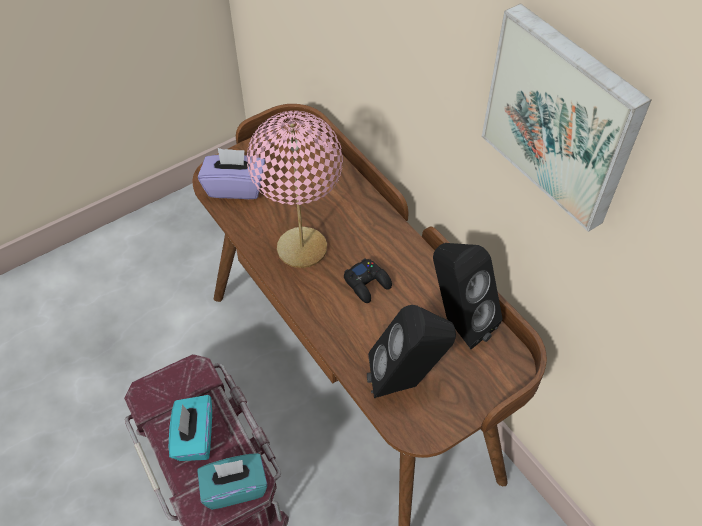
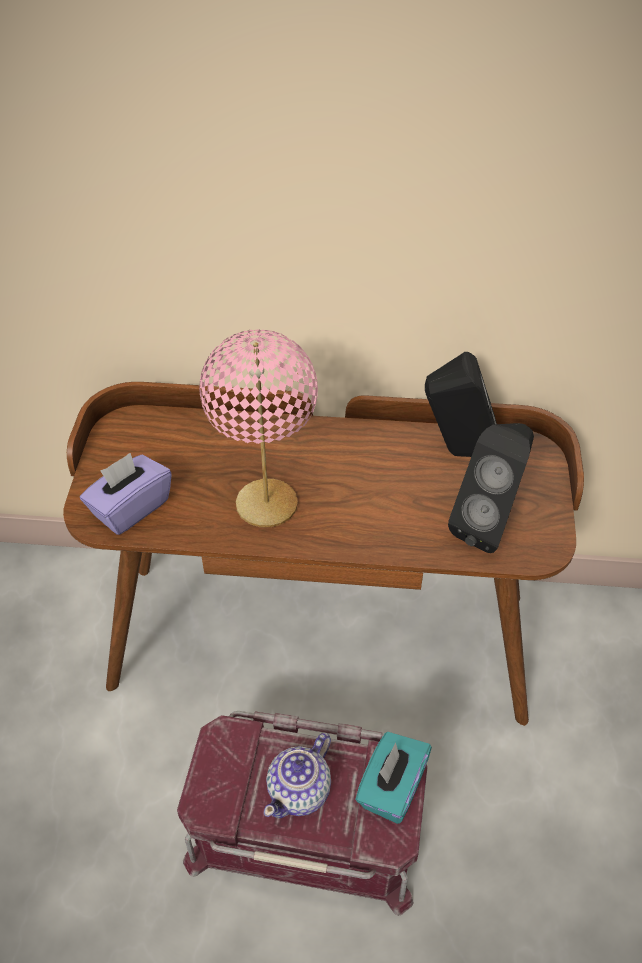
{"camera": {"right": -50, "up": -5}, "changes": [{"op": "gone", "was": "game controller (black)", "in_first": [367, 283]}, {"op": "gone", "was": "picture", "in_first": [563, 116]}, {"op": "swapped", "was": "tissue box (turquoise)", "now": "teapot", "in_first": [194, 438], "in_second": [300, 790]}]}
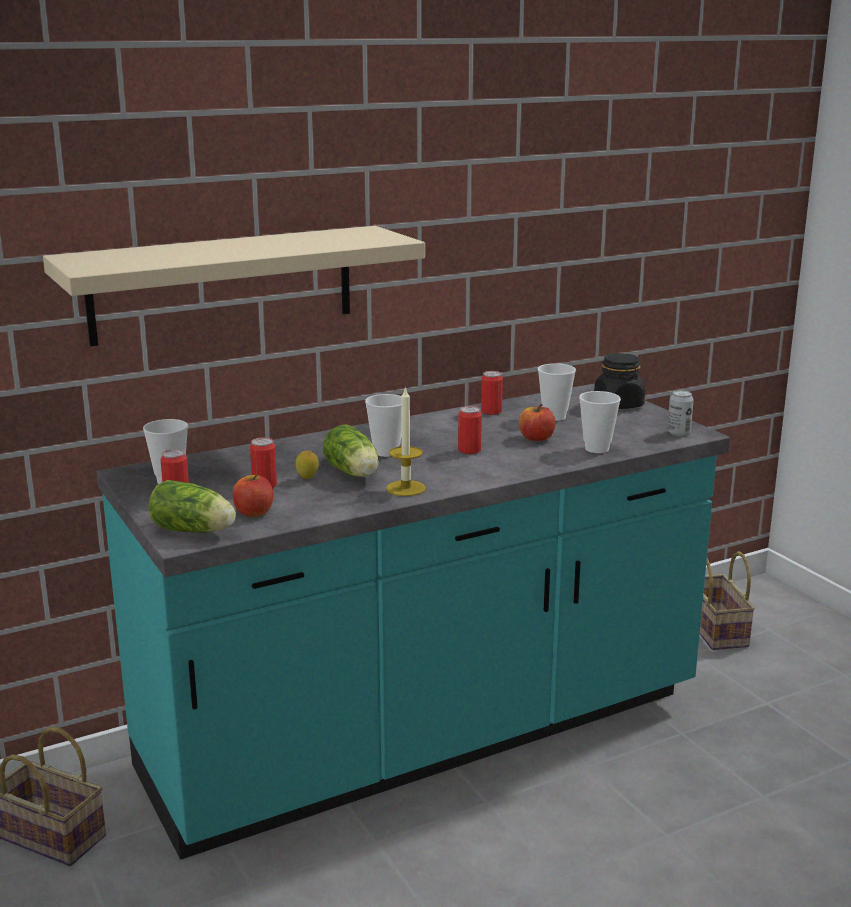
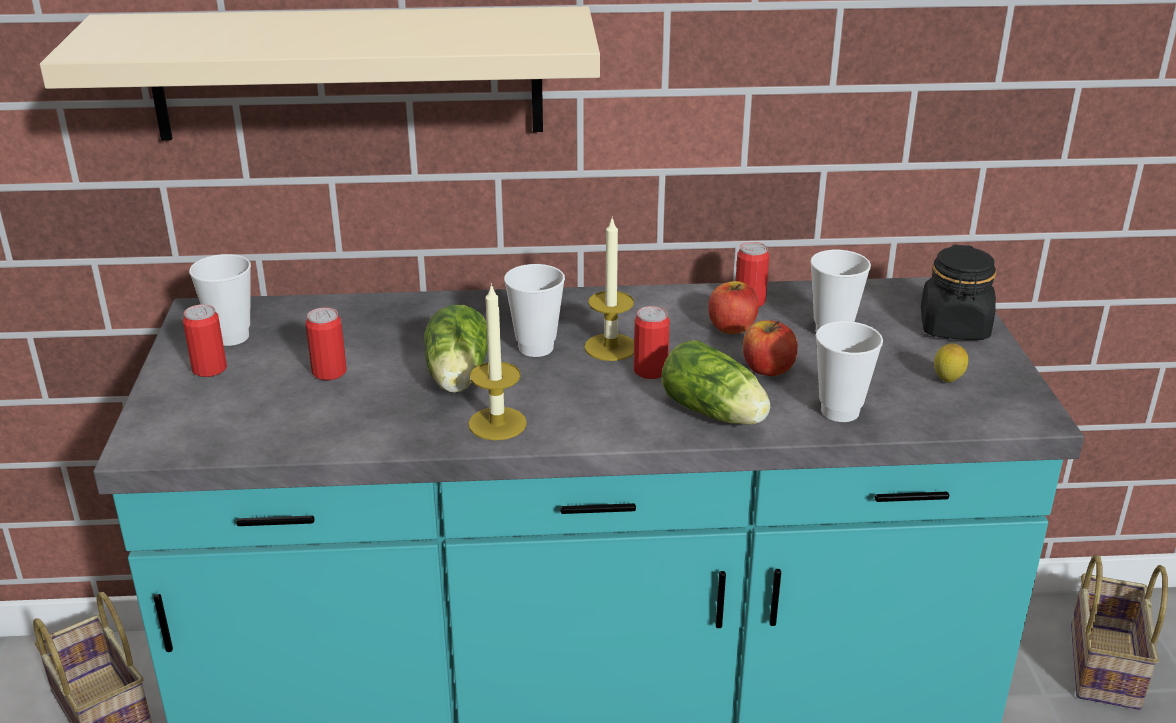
{"camera": {"right": 25, "up": 10}, "changes": [{"op": "gone", "was": "can", "in_first": [678, 433]}, {"op": "new", "now": "candle", "in_second": [610, 347]}, {"op": "shifted", "was": "lettuce", "in_first": [195, 531], "in_second": [716, 414]}, {"op": "shifted", "was": "apple", "in_first": [254, 512], "in_second": [731, 327]}, {"op": "shifted", "was": "lemon", "in_first": [307, 479], "in_second": [947, 382]}]}
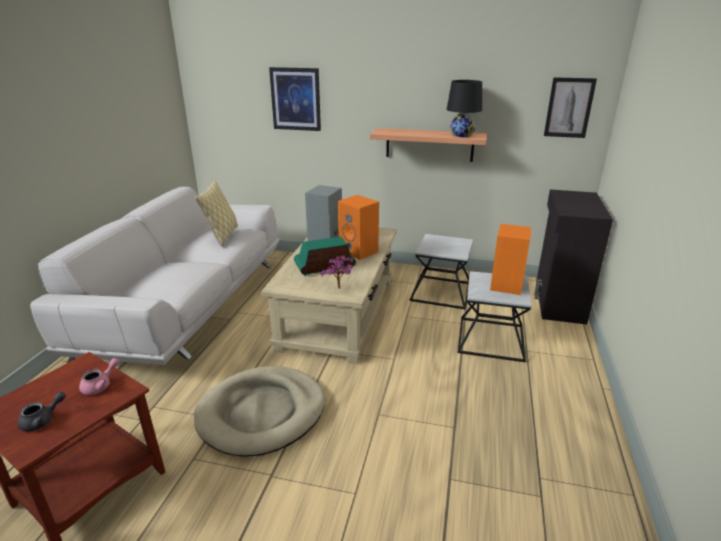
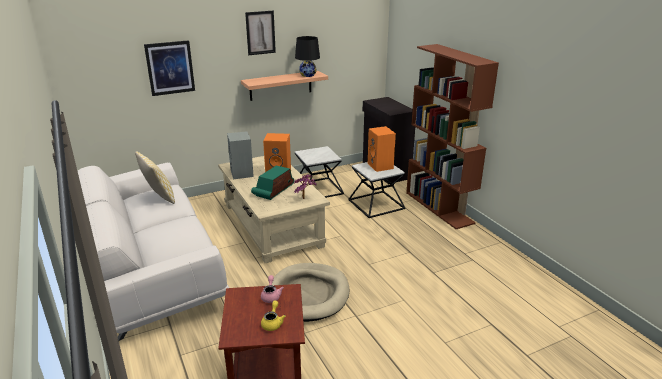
{"camera": {"right": -40, "up": 0}, "changes": [{"op": "new", "now": "bookcase (brown)", "in_second": [439, 207]}, {"op": "shifted", "was": "picture", "in_first": [569, 108], "in_second": [260, 33]}, {"op": "repainted", "was": "teapot (grey)", "now": "teapot (yellow)", "in_first": [43, 420], "in_second": [273, 323]}]}
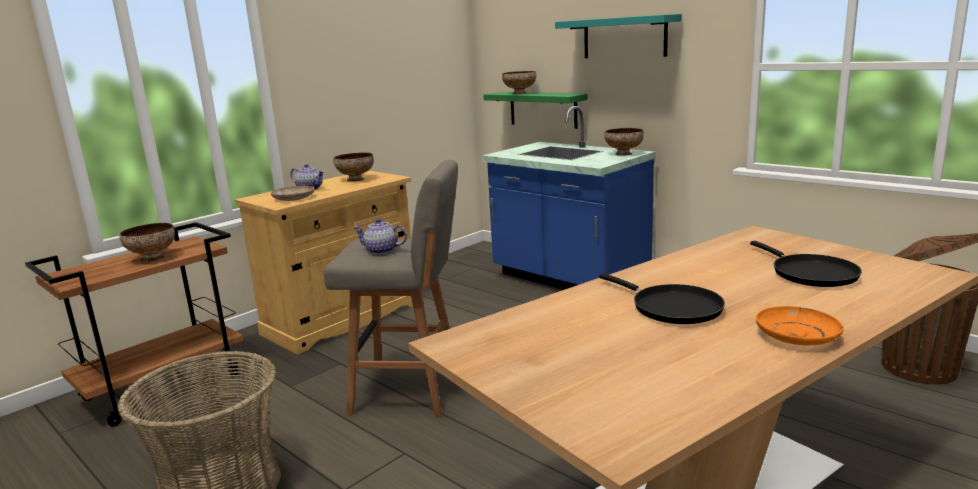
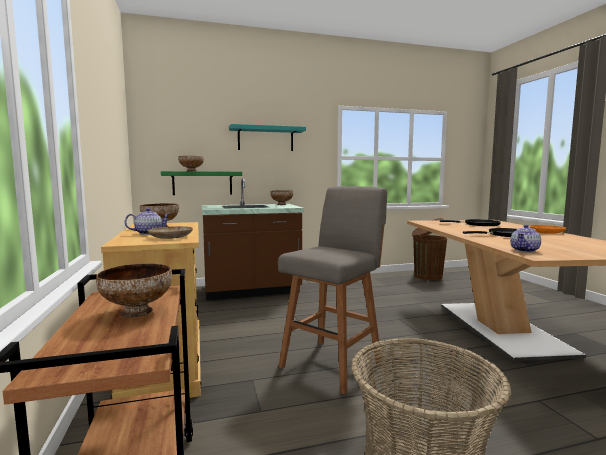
{"camera": {"right": -60, "up": -10}, "changes": [{"op": "shifted", "was": "teapot", "in_first": [381, 250], "in_second": [525, 250]}, {"op": "repainted", "was": "counter (blue)", "now": "counter (brown)", "in_first": [569, 279], "in_second": [252, 291]}]}
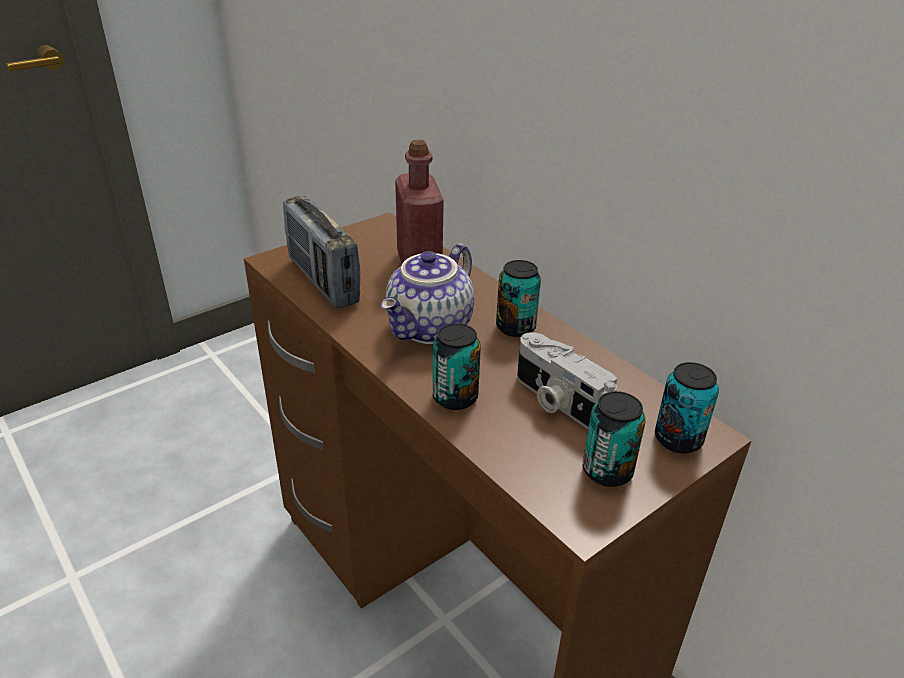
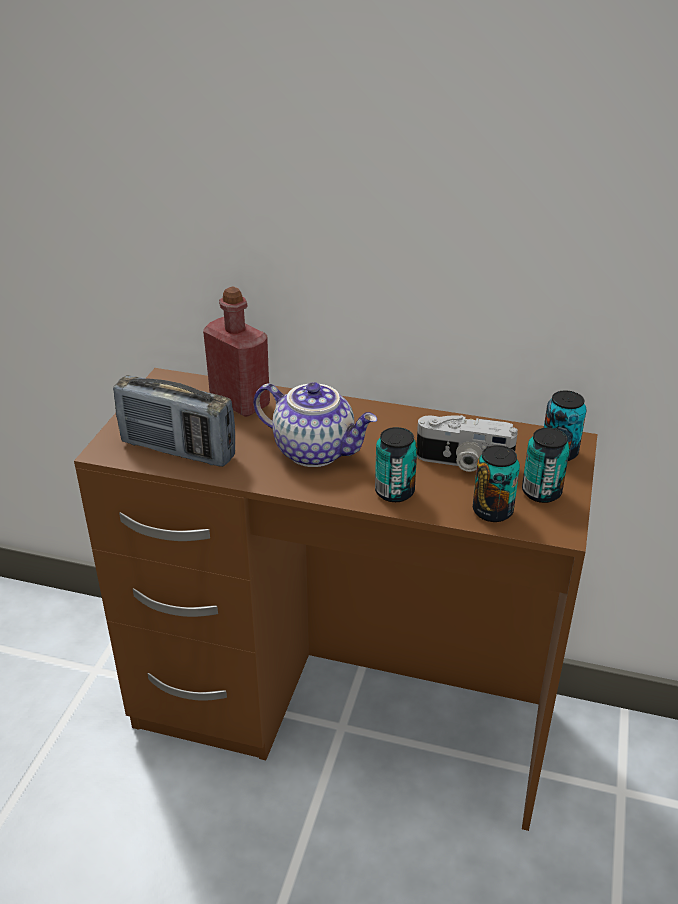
{"camera": {"right": -35, "up": 0}, "changes": [{"op": "shifted", "was": "can", "in_first": [515, 327], "in_second": [492, 511]}, {"op": "rotated", "was": "teapot", "in_first": [431, 329], "in_second": [316, 451], "clockwise": -60}]}
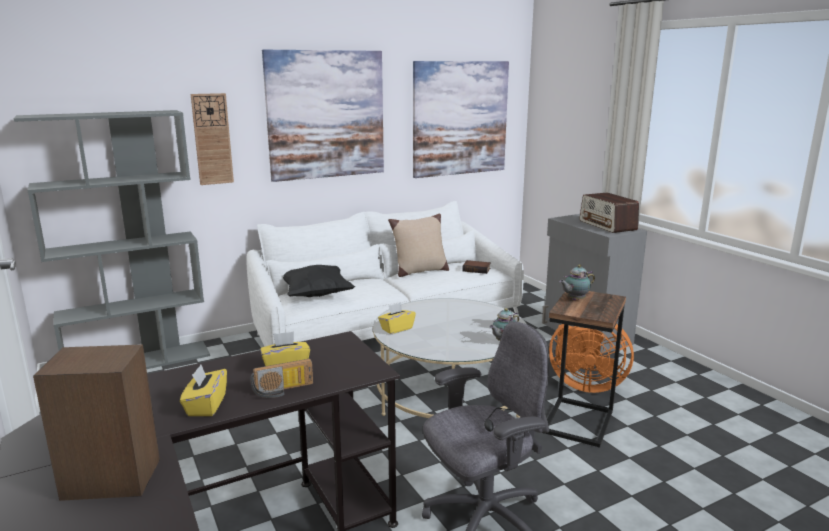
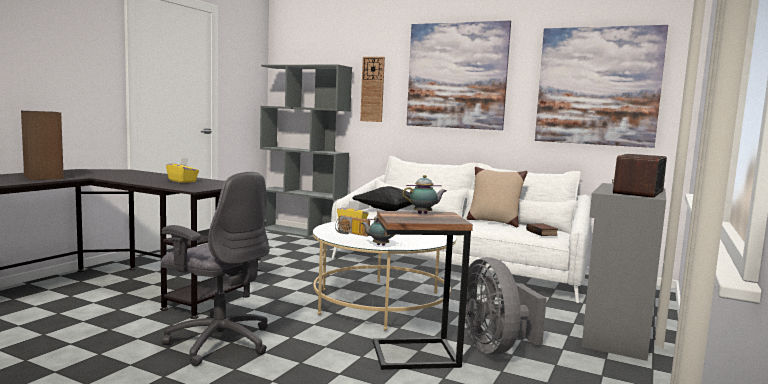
{"camera": {"right": 55, "up": -10}, "changes": [{"op": "gone", "was": "tissue box (yellow)", "in_first": [206, 405]}, {"op": "shifted", "was": "radio", "in_first": [283, 390], "in_second": [350, 233]}, {"op": "repainted", "was": "fan (orange)", "now": "fan (grey)", "in_first": [584, 384], "in_second": [495, 348]}, {"op": "rotated", "was": "teapot", "in_first": [575, 299], "in_second": [424, 214], "clockwise": 135}]}
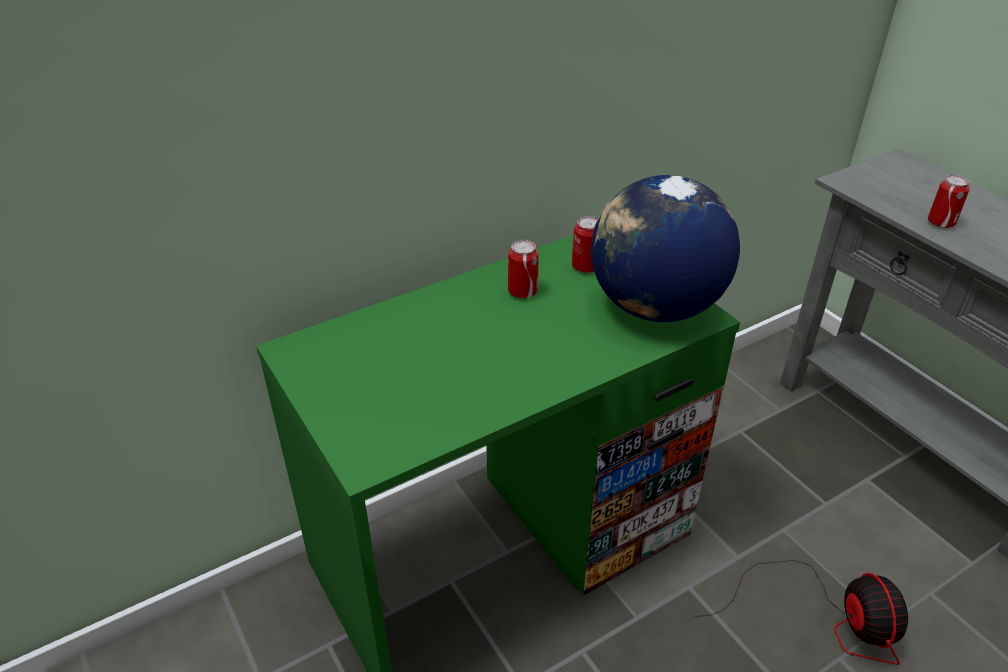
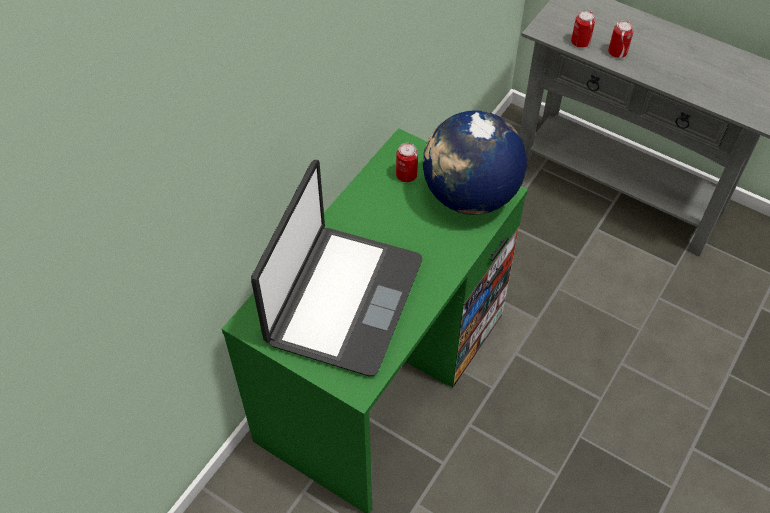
{"camera": {"right": -25, "up": 15}, "changes": [{"op": "gone", "was": "fan", "in_first": [826, 618]}, {"op": "new", "now": "laptop", "in_second": [343, 300]}, {"op": "shifted", "was": "can", "in_first": [522, 292], "in_second": [580, 42]}]}
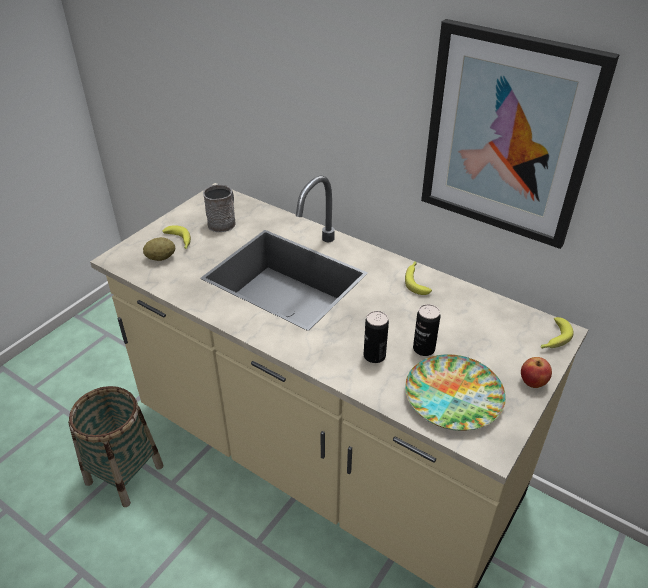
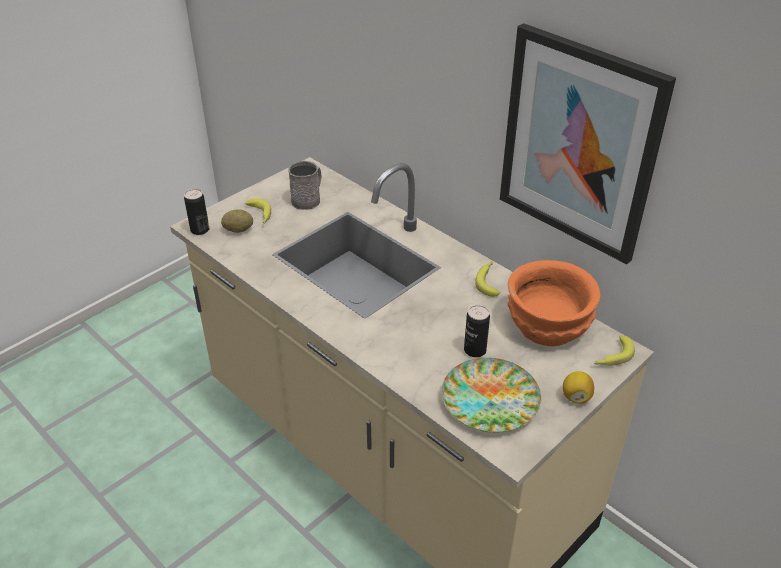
{"camera": {"right": 10, "up": 0}, "changes": [{"op": "gone", "was": "basket", "in_first": [124, 474]}, {"op": "new", "now": "bowl (orange)", "in_second": [549, 325]}, {"op": "shifted", "was": "can", "in_first": [374, 356], "in_second": [200, 230]}, {"op": "swapped", "was": "apple", "now": "lemon", "in_first": [533, 382], "in_second": [576, 397]}]}
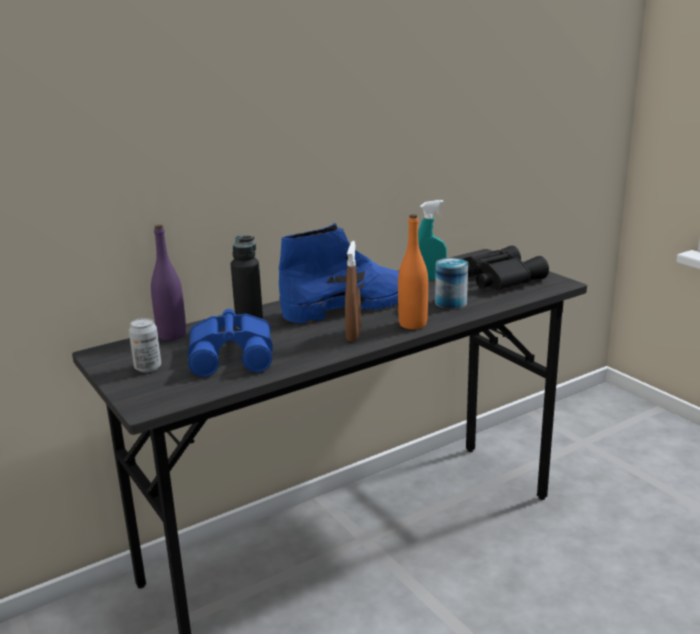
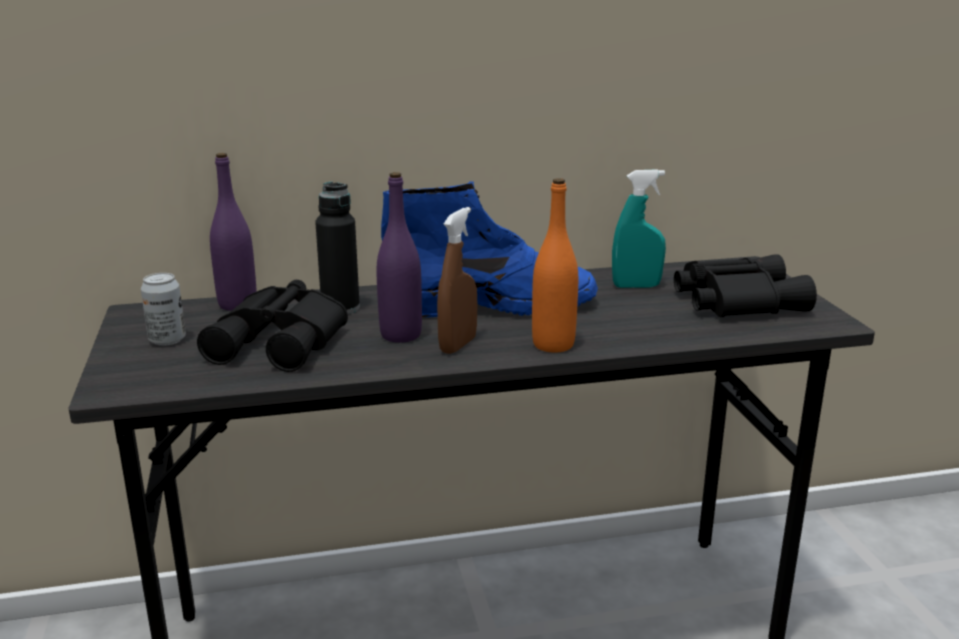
{"camera": {"right": 20, "up": 0}, "changes": [{"op": "gone", "was": "can", "in_first": [451, 303]}, {"op": "new", "now": "bottle (purple)", "in_second": [401, 335]}, {"op": "repainted", "was": "binoculars (blue)", "now": "binoculars (black)", "in_first": [233, 354], "in_second": [282, 342]}]}
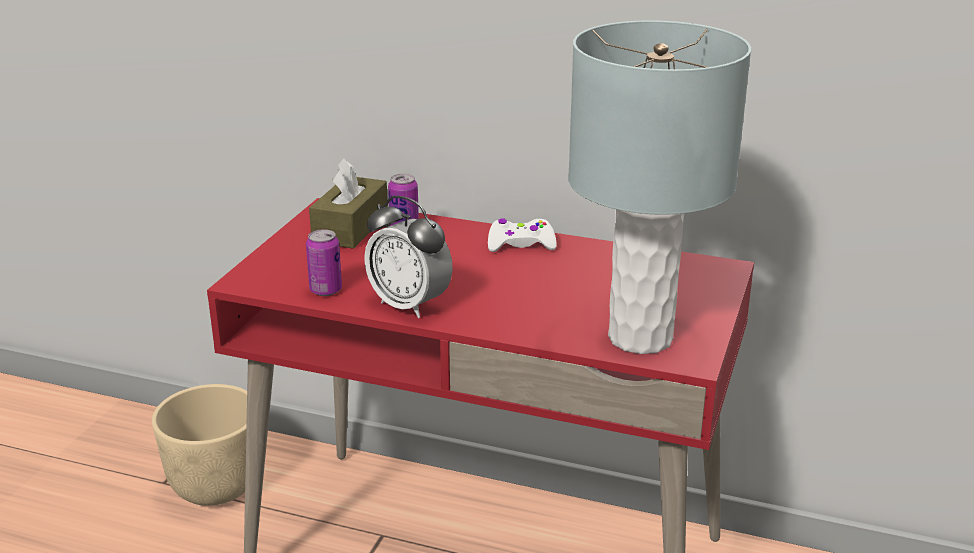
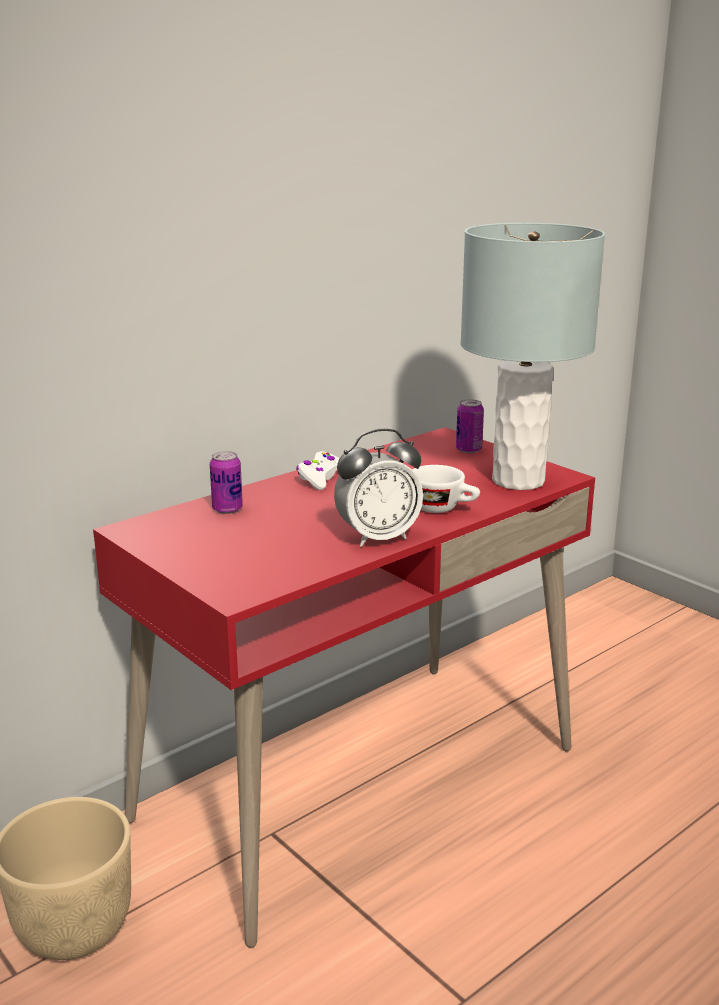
{"camera": {"right": -60, "up": -5}, "changes": [{"op": "gone", "was": "tissue box (brown)", "in_first": [350, 228]}, {"op": "new", "now": "cup (white)", "in_second": [443, 508]}, {"op": "shifted", "was": "can", "in_first": [325, 290], "in_second": [468, 450]}]}
